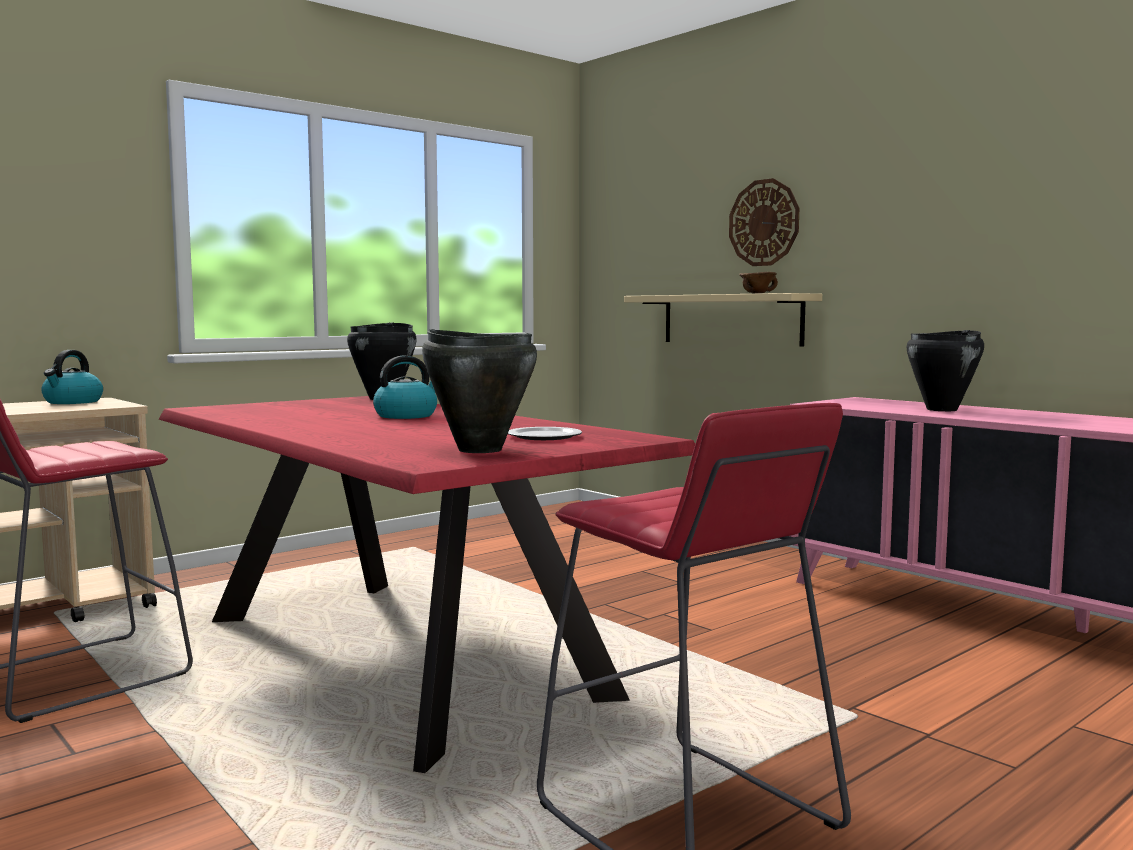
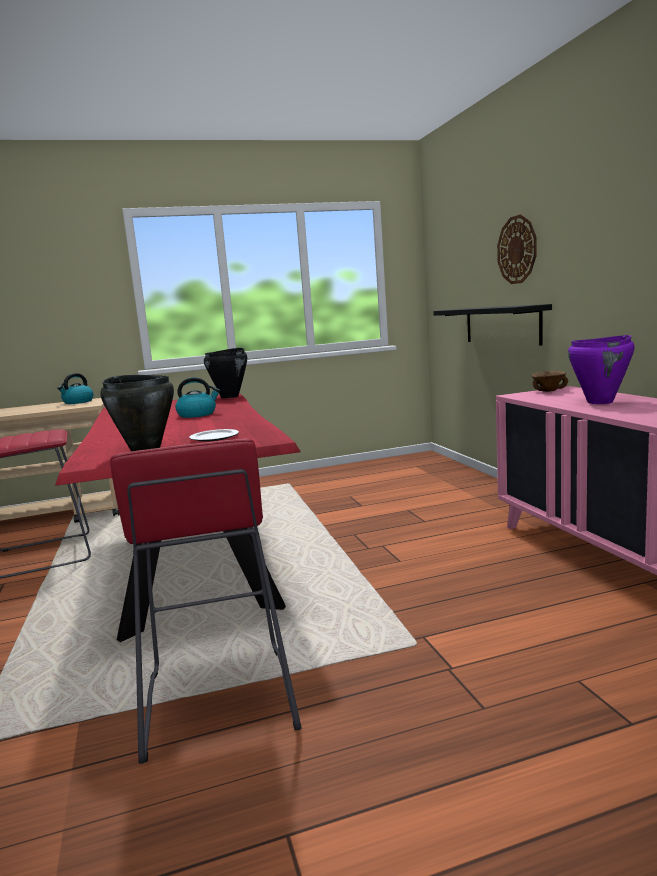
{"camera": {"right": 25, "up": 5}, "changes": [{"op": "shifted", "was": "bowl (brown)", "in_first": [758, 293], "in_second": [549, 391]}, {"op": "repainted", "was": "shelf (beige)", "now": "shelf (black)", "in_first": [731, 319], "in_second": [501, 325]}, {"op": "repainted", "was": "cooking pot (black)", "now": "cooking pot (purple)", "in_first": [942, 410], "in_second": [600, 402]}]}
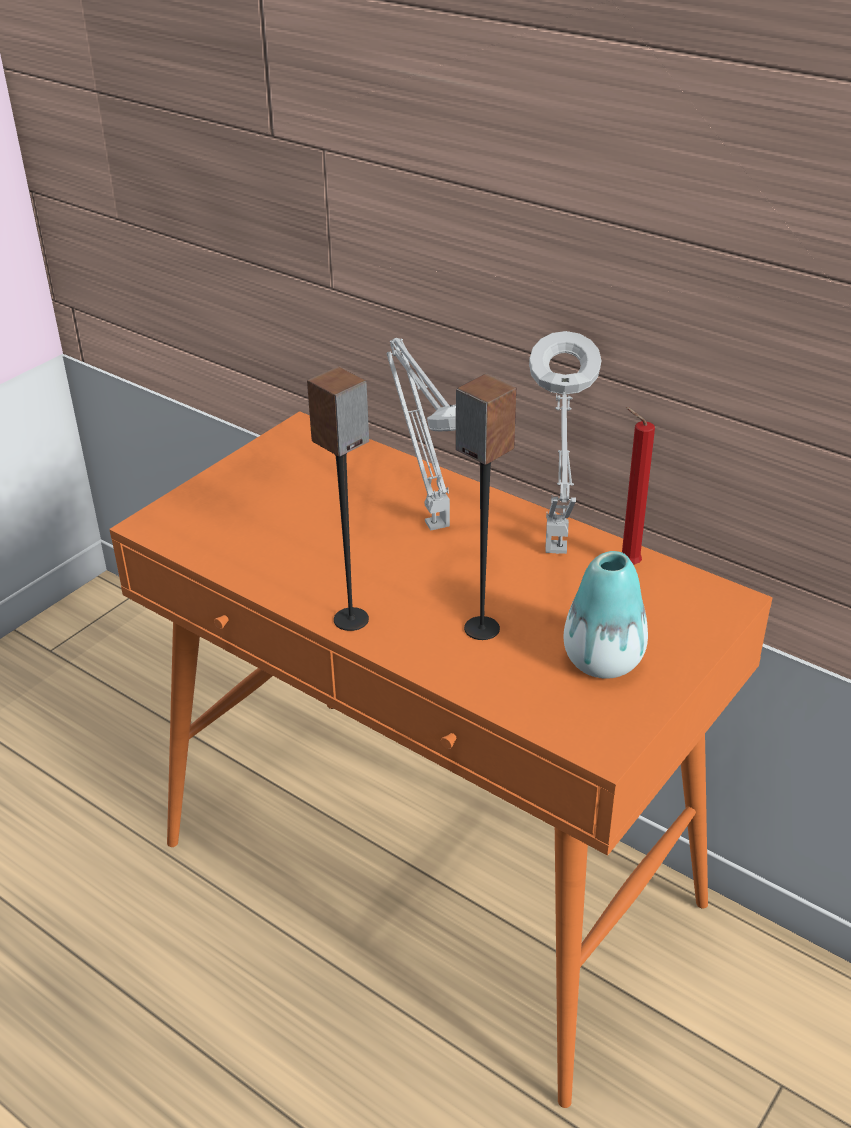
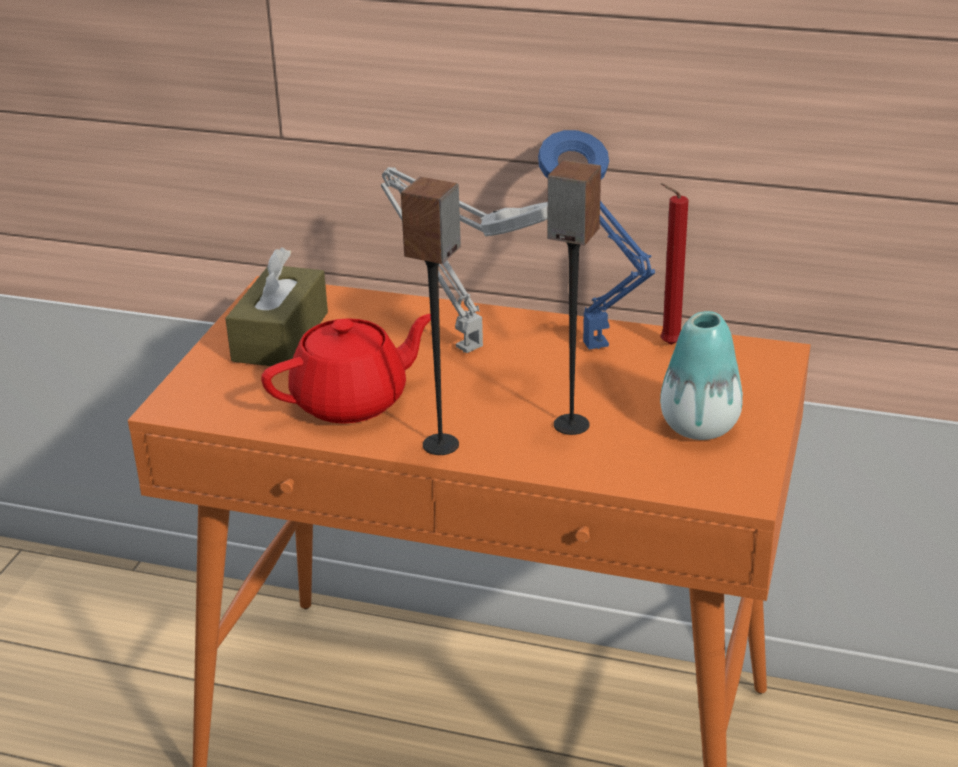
{"camera": {"right": -20, "up": -5}, "changes": [{"op": "new", "now": "tissue box (brown)", "in_second": [280, 336]}, {"op": "new", "now": "teapot (red)", "in_second": [352, 401]}, {"op": "repainted", "was": "table lamp (grey)", "now": "table lamp (blue)", "in_first": [555, 555], "in_second": [598, 350]}]}
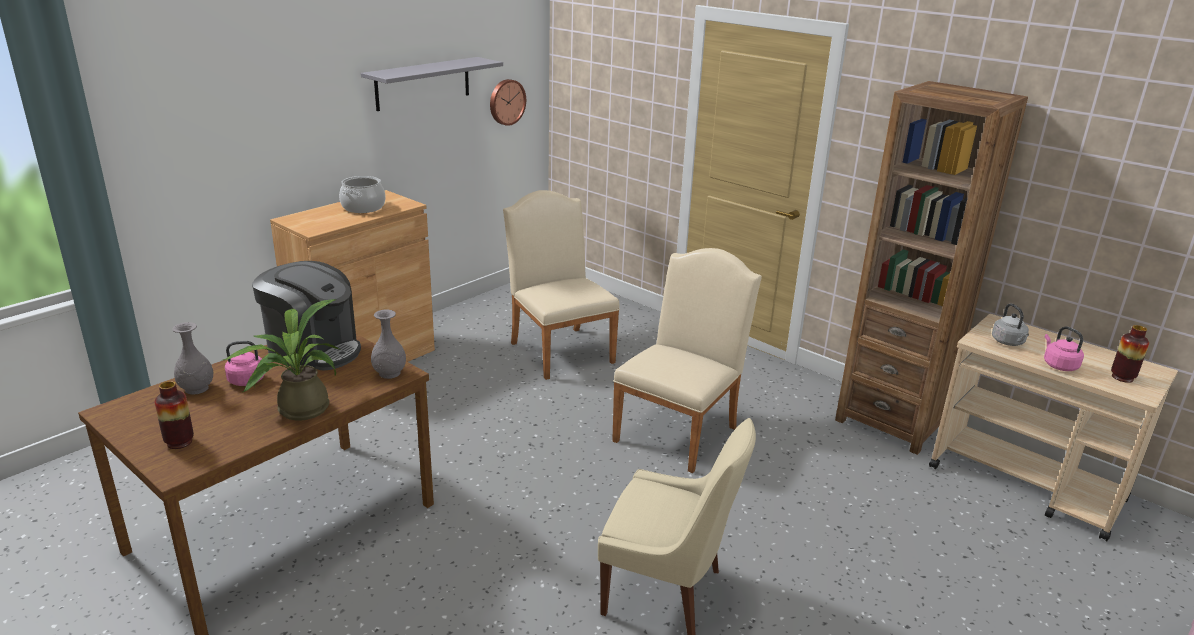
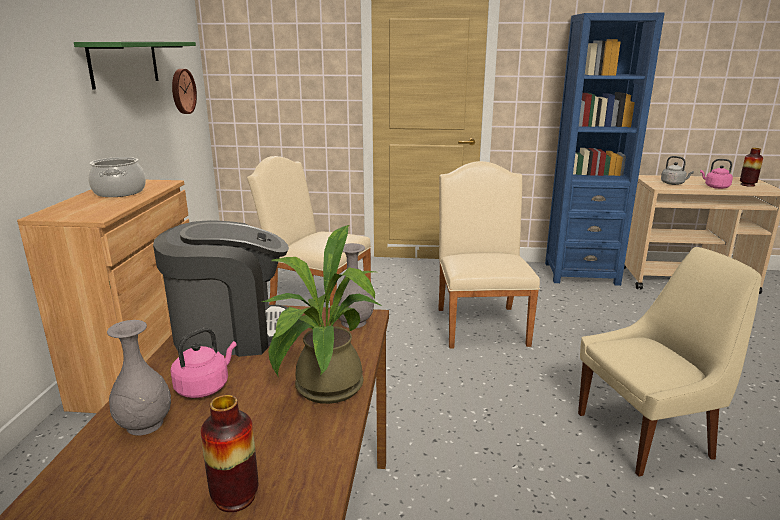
{"camera": {"right": -35, "up": -5}, "changes": [{"op": "repainted", "was": "shelf (grey)", "now": "shelf (green)", "in_first": [423, 83], "in_second": [124, 63]}, {"op": "repainted", "was": "bookcase (brown)", "now": "bookcase (blue)", "in_first": [890, 422], "in_second": [581, 273]}]}
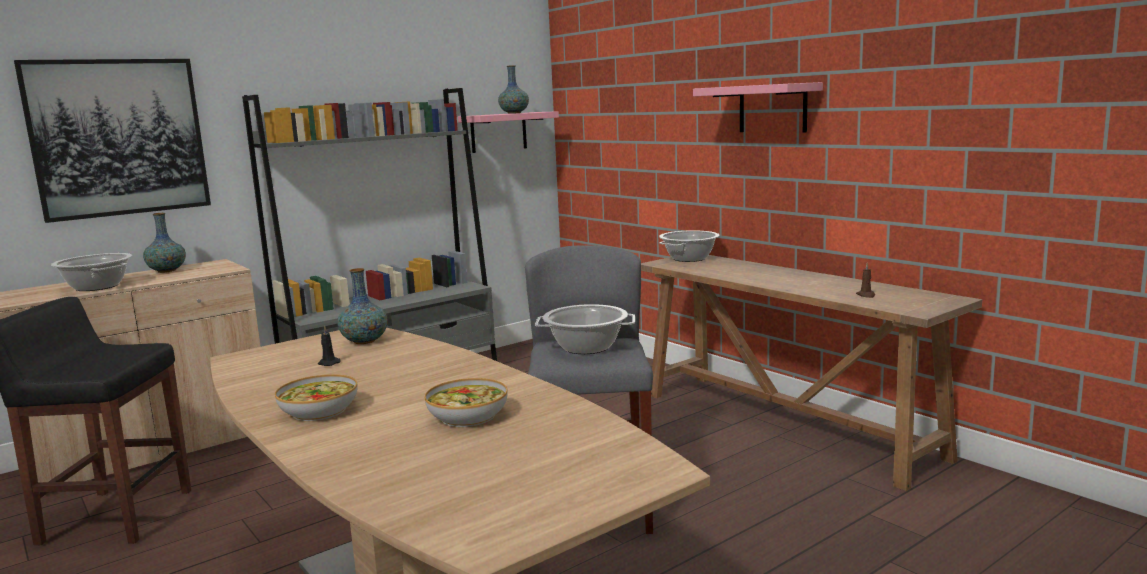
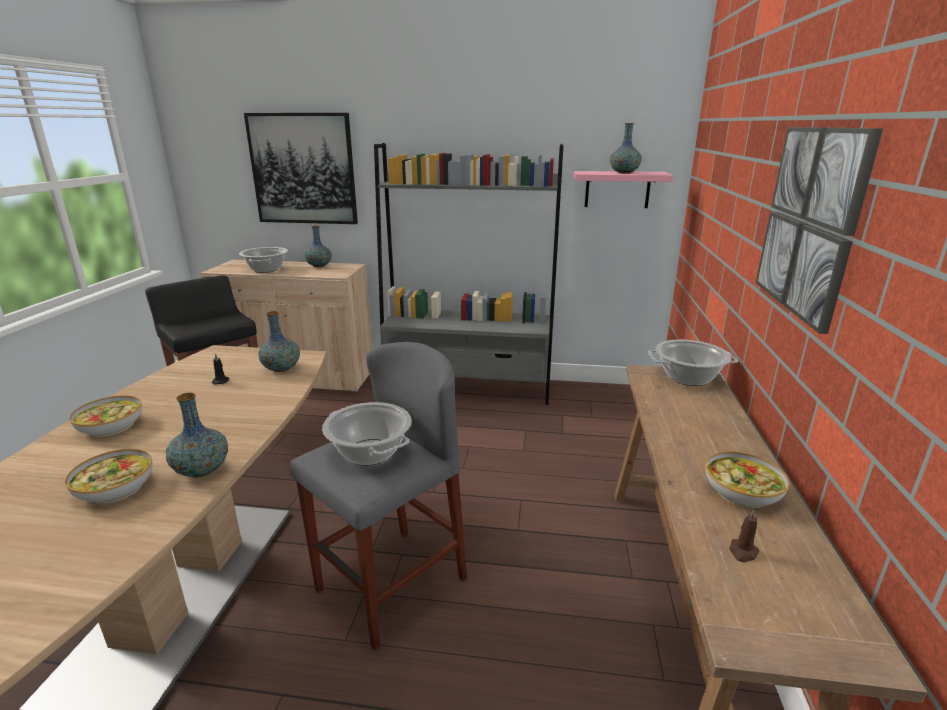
{"camera": {"right": 45, "up": 10}, "changes": [{"op": "new", "now": "vase", "in_second": [201, 470]}, {"op": "new", "now": "bowl", "in_second": [742, 492]}, {"op": "swapped", "was": "shelf (pink)", "now": "picture", "in_first": [772, 108], "in_second": [810, 221]}]}
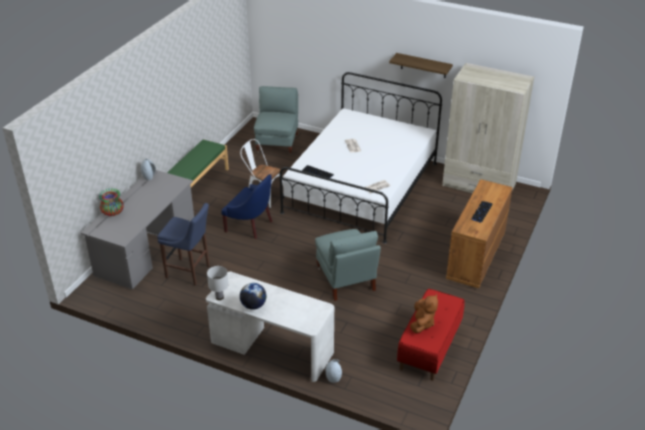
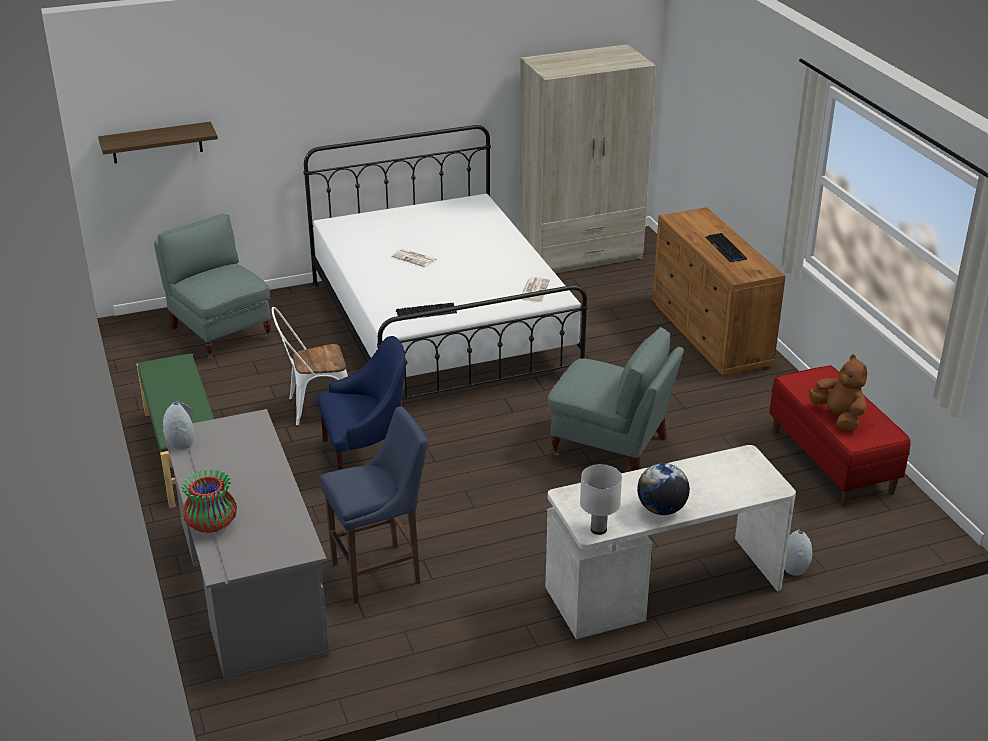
{"camera": {"right": -45, "up": -5}, "changes": [{"op": "shifted", "was": "shelf", "in_first": [423, 65], "in_second": [157, 143]}]}
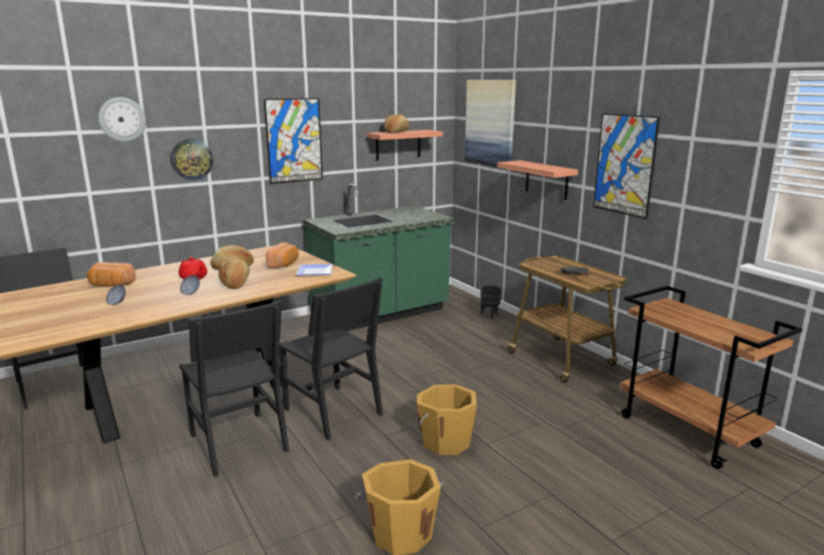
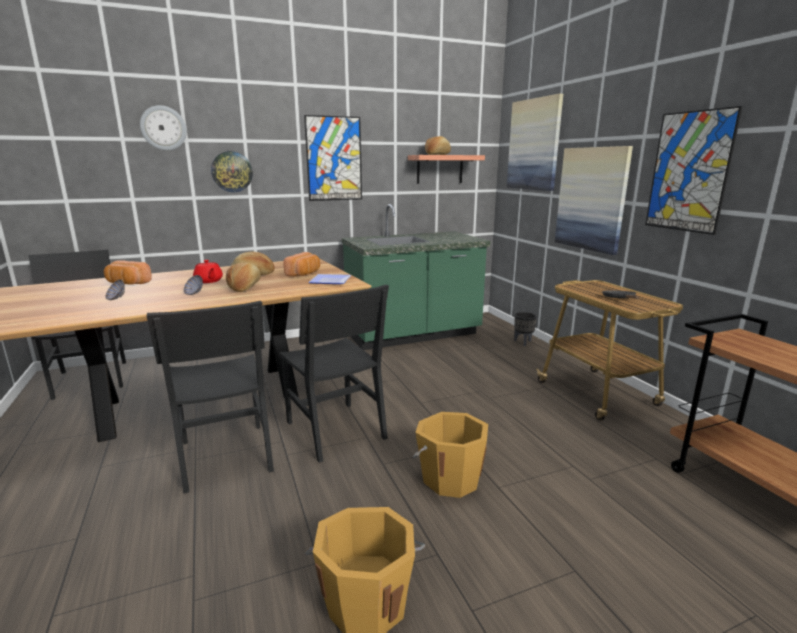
{"camera": {"right": 10, "up": 0}, "changes": [{"op": "swapped", "was": "shelf", "now": "picture", "in_first": [546, 180], "in_second": [591, 199]}]}
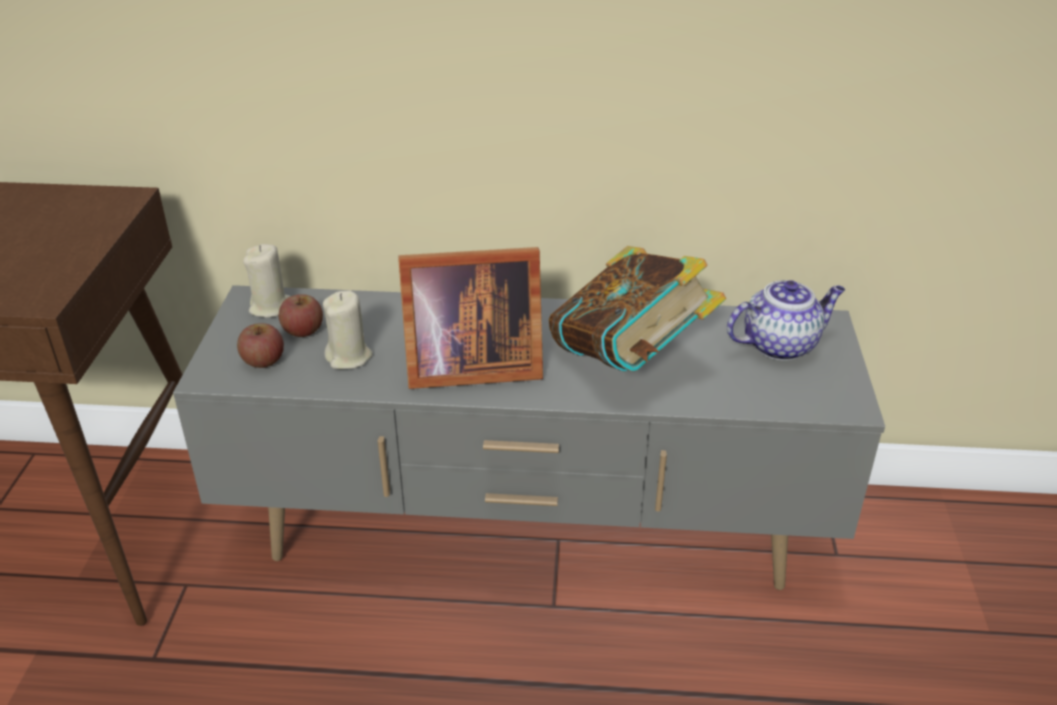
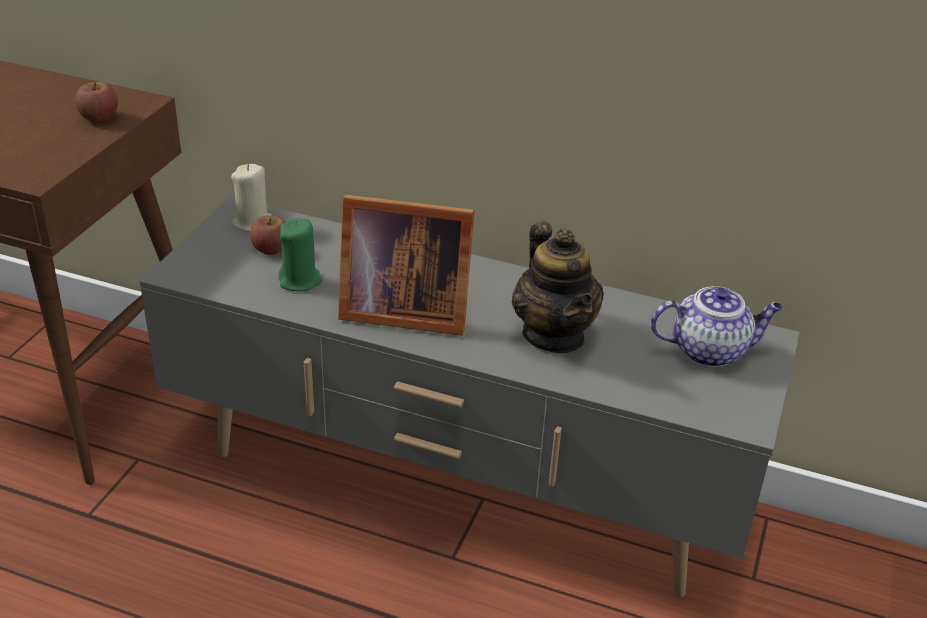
{"camera": {"right": 15, "up": 0}, "changes": [{"op": "shifted", "was": "apple", "in_first": [263, 361], "in_second": [99, 117]}, {"op": "swapped", "was": "book", "now": "teapot", "in_first": [630, 360], "in_second": [554, 335]}, {"op": "repainted", "was": "candle (beige)", "now": "candle (green)", "in_first": [349, 357], "in_second": [300, 281]}]}
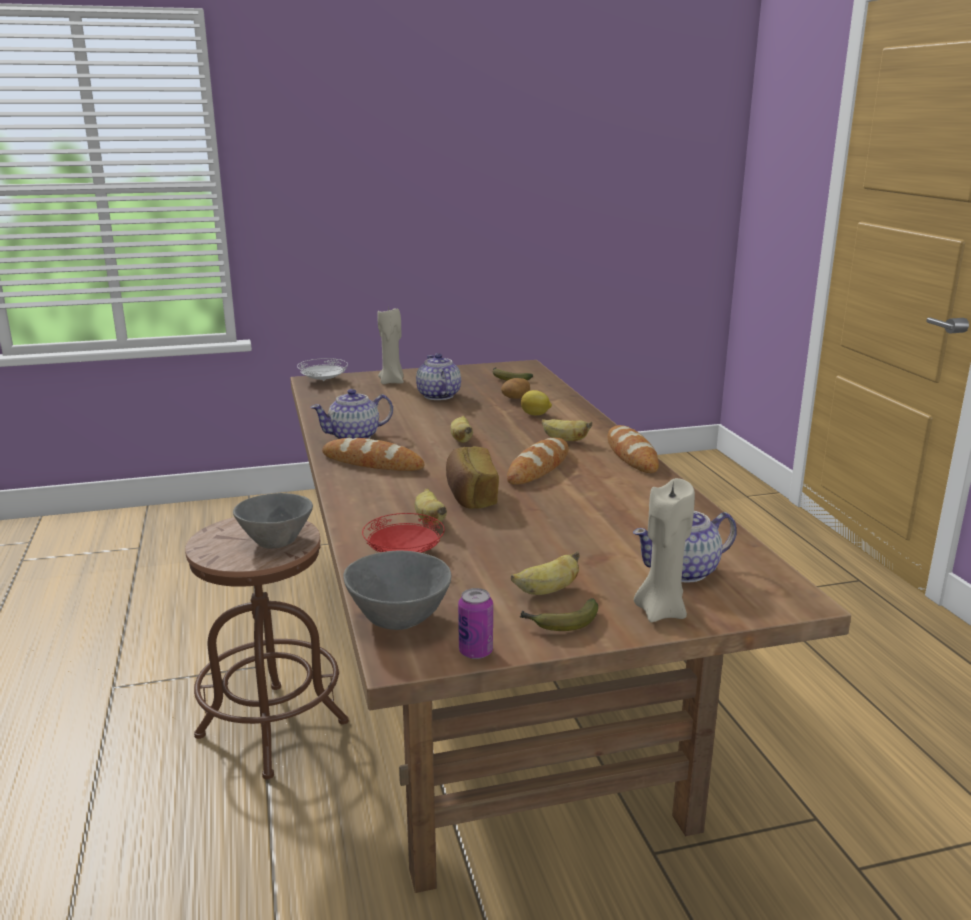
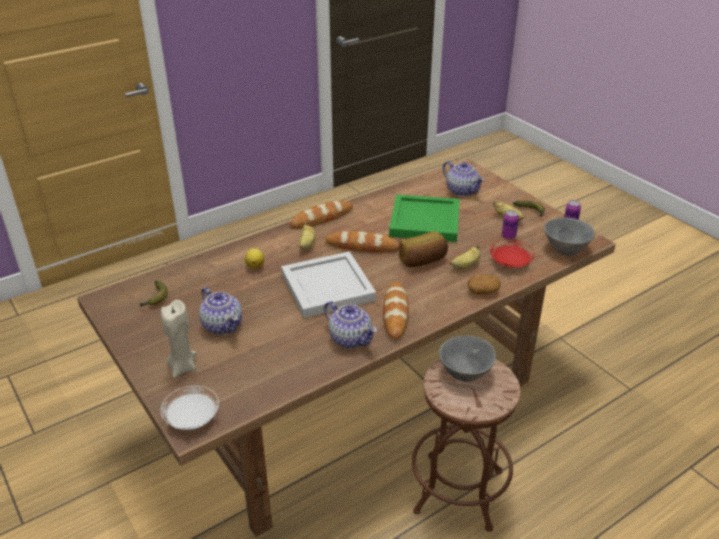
{"camera": {"right": -110, "up": 15}, "changes": [{"op": "gone", "was": "candle (beige)", "in_first": [661, 611]}, {"op": "new", "now": "tray (green)", "in_second": [424, 220]}, {"op": "new", "now": "can", "in_second": [508, 236]}, {"op": "shifted", "was": "potato", "in_first": [515, 398], "in_second": [483, 291]}, {"op": "swapped", "was": "banana", "now": "tray (white)", "in_first": [461, 439], "in_second": [328, 286]}, {"op": "rotated", "was": "teapot", "in_first": [438, 396], "in_second": [222, 325], "clockwise": -90}]}
